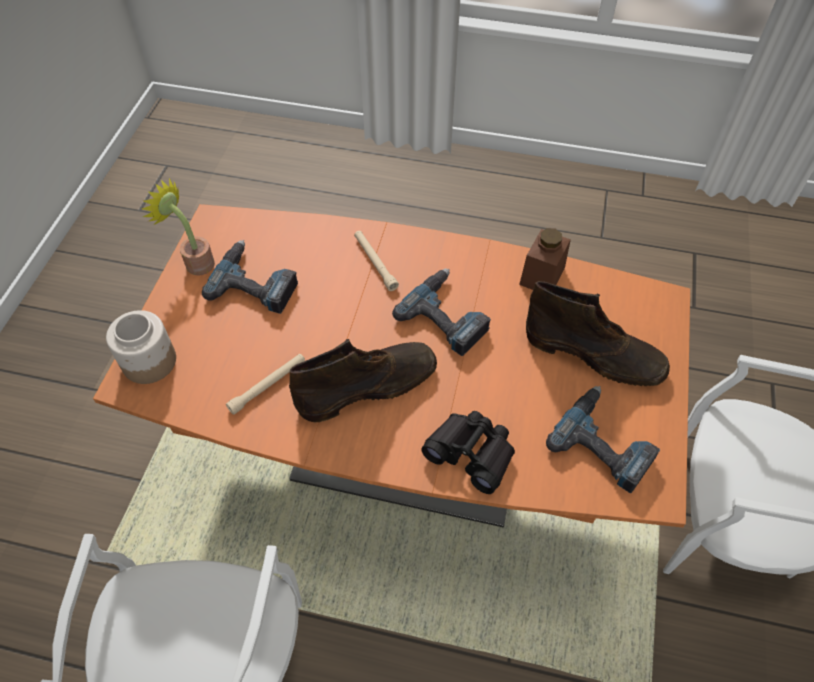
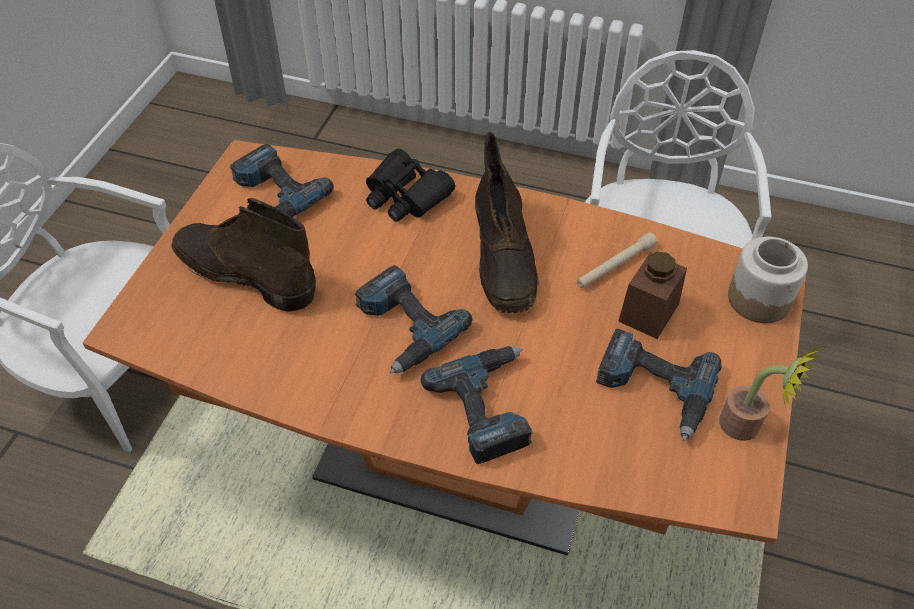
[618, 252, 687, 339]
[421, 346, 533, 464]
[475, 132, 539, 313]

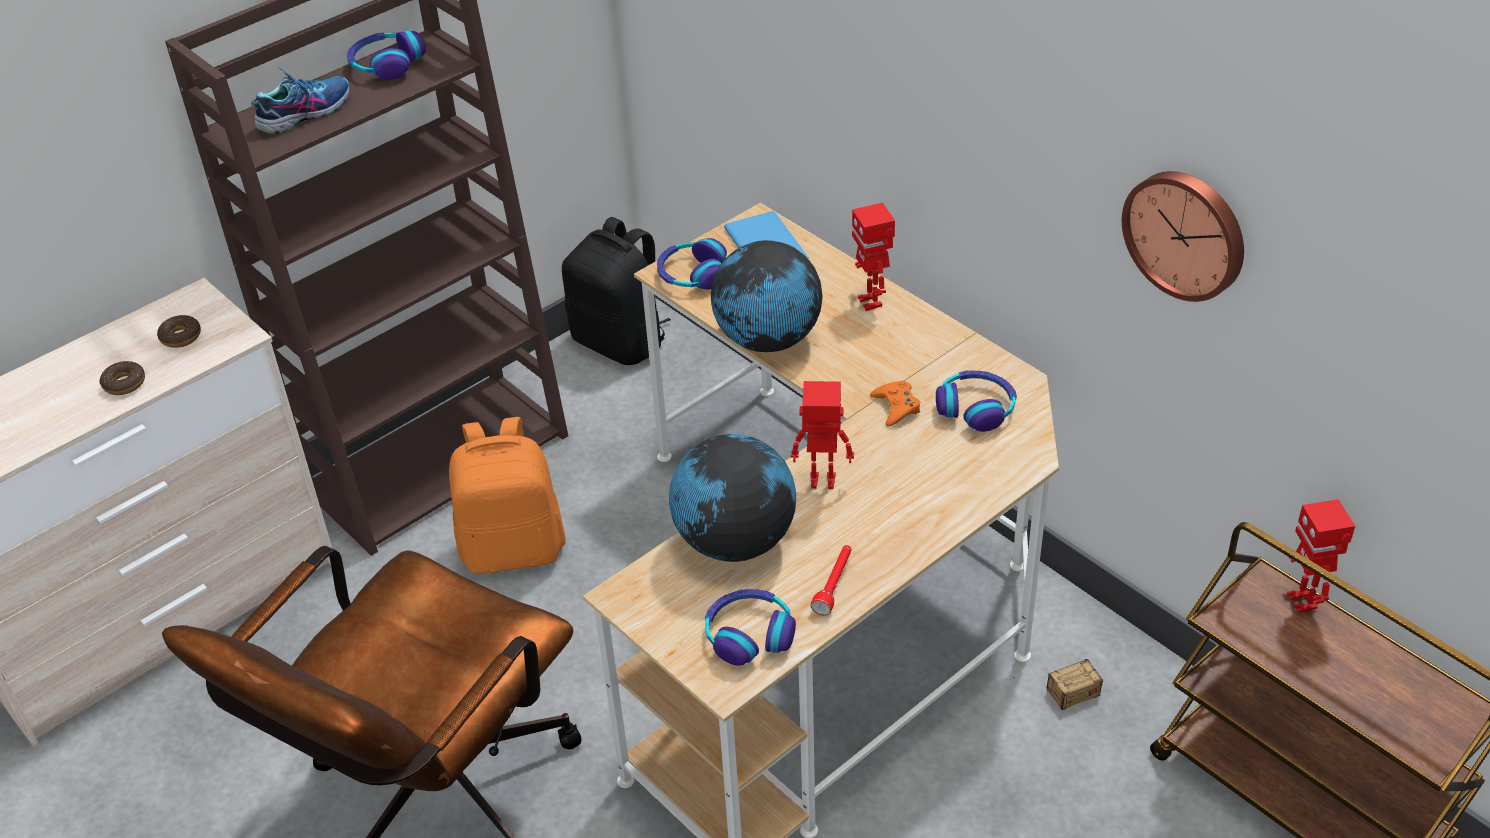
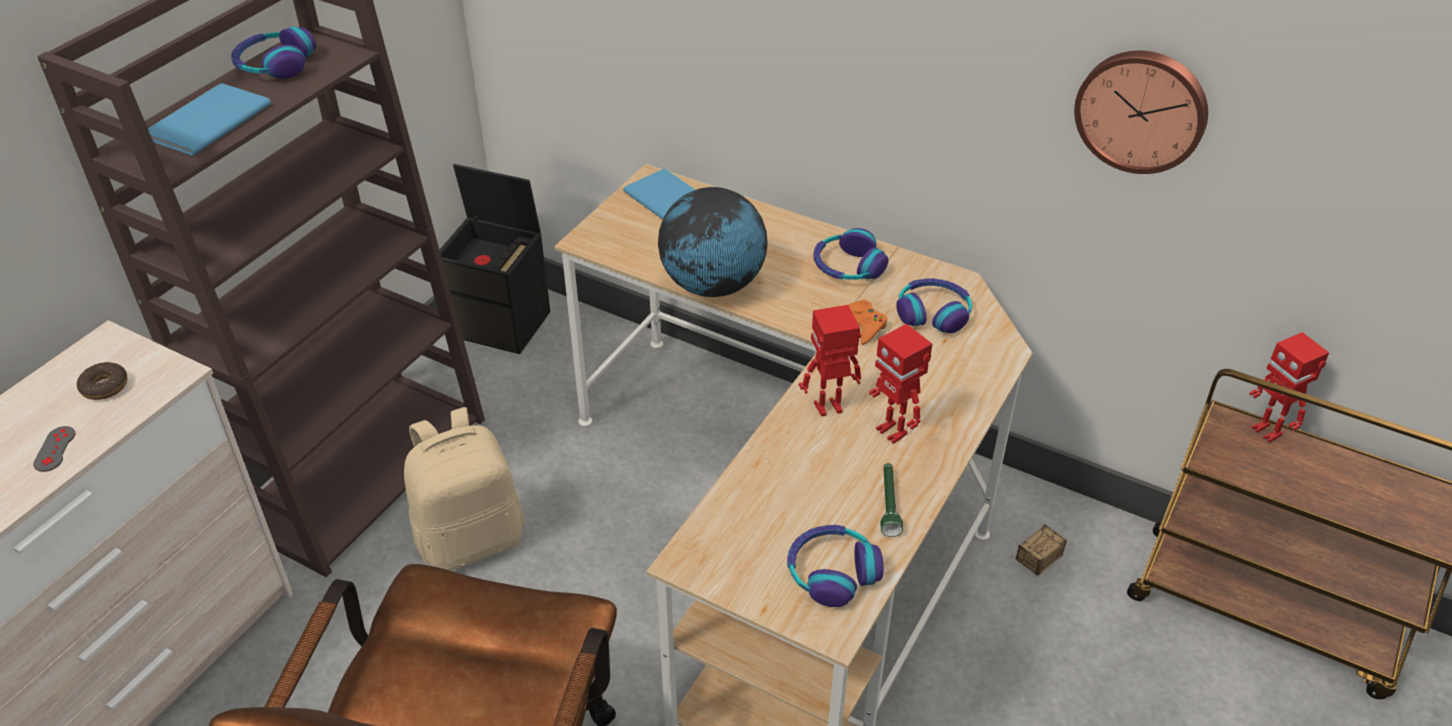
[148, 83, 271, 156]
[869, 324, 932, 444]
[440, 164, 551, 354]
[813, 228, 888, 280]
[33, 426, 75, 472]
[404, 407, 524, 571]
[669, 434, 796, 562] (first image)
[880, 463, 903, 537]

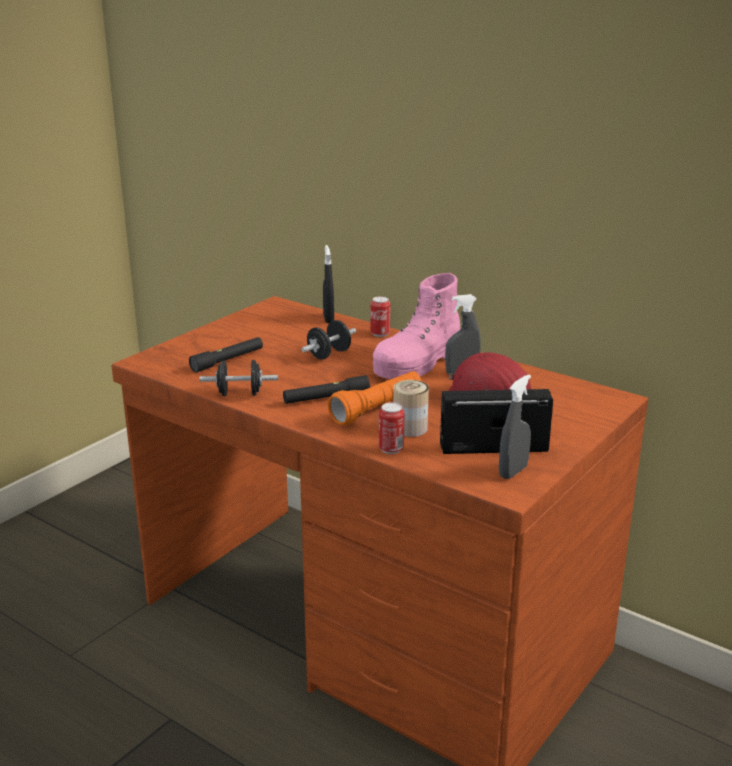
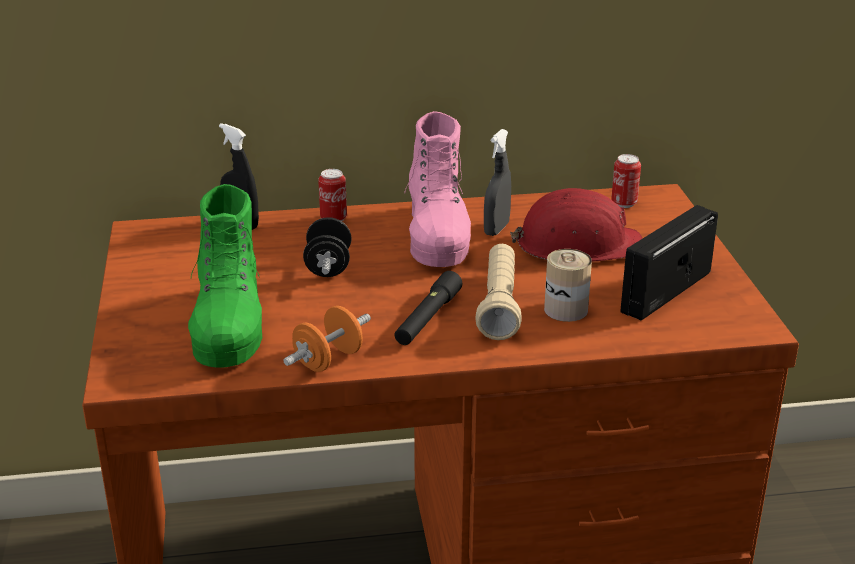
[188, 184, 262, 368]
[283, 306, 371, 372]
[475, 244, 522, 340]
[499, 374, 531, 479] (first image)
[611, 154, 641, 208]

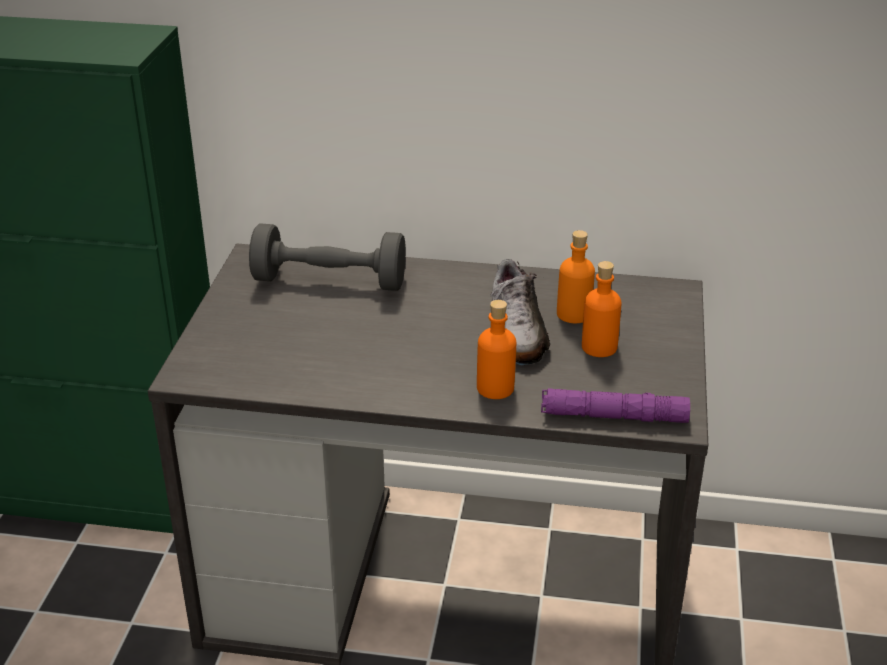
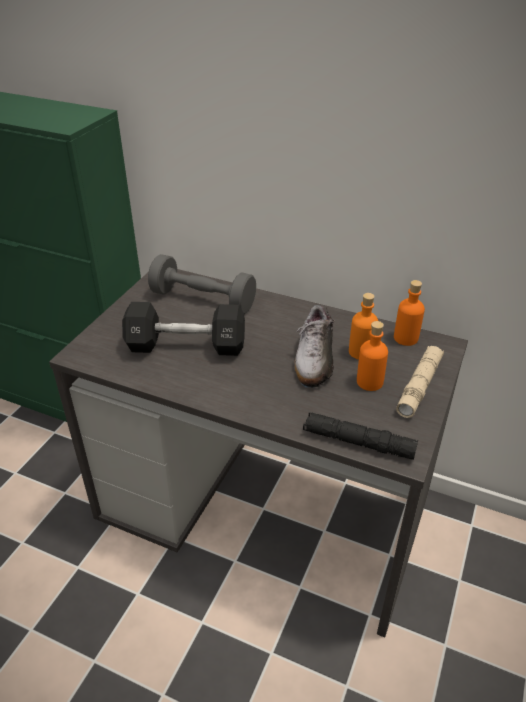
[394, 280, 425, 346]
[303, 412, 418, 460]
[122, 302, 245, 356]
[396, 346, 444, 418]

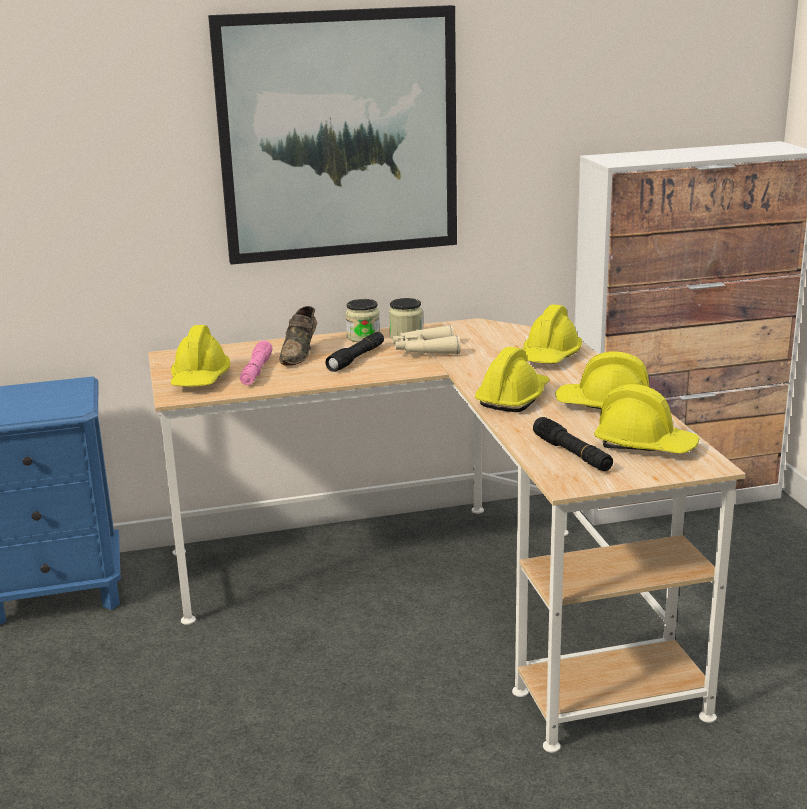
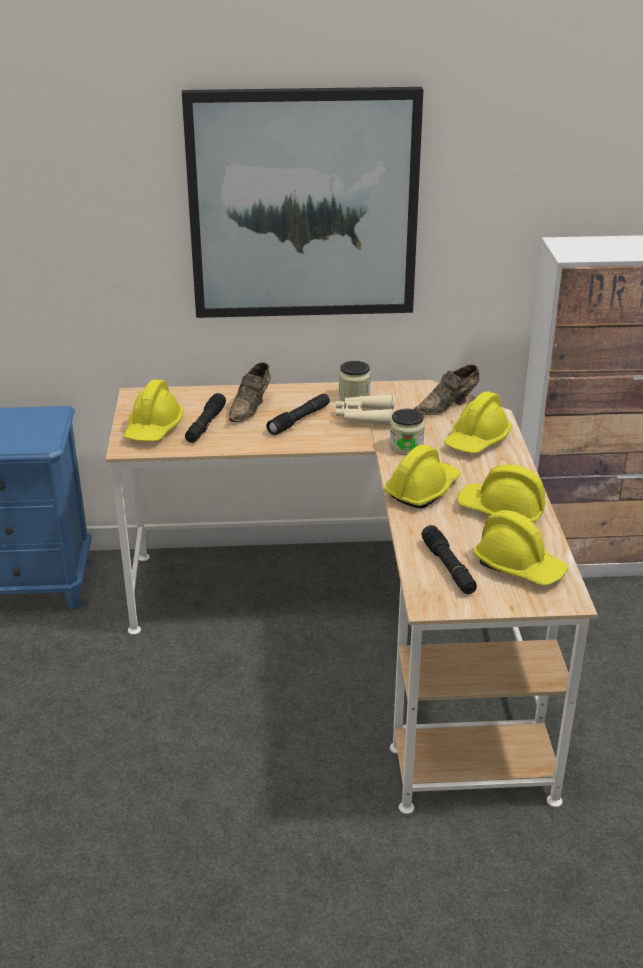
[389, 409, 425, 455]
[185, 393, 226, 443]
[414, 365, 479, 415]

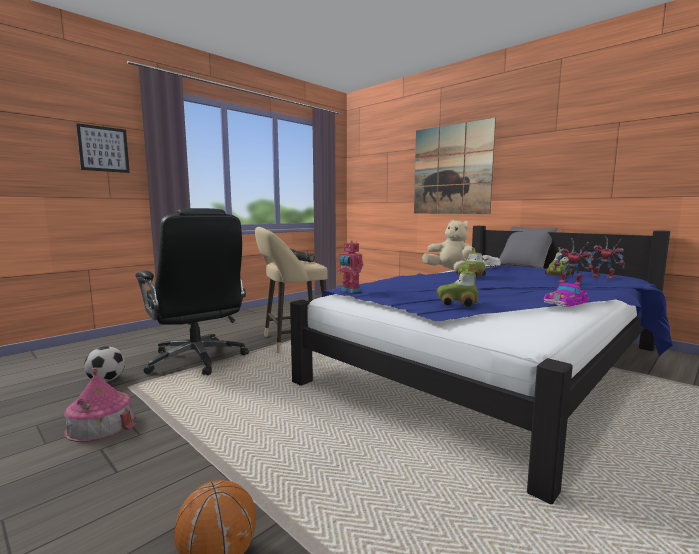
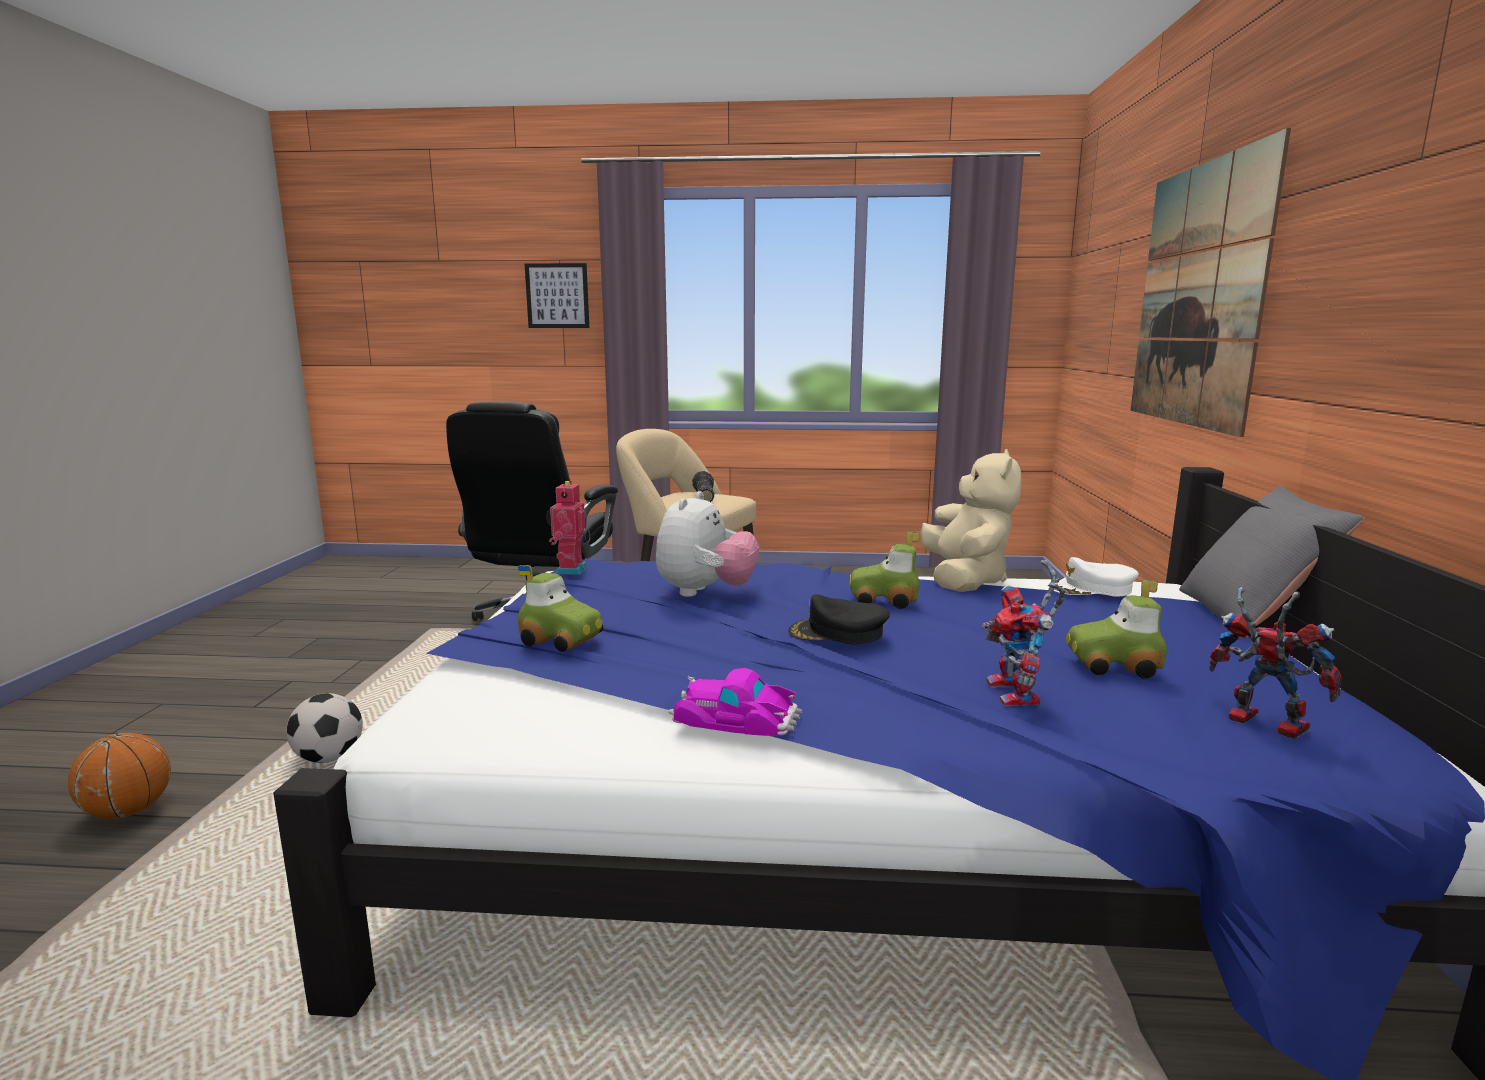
[1210, 587, 1342, 739]
[518, 565, 603, 652]
[286, 693, 363, 763]
[64, 368, 137, 442] (first image)
[656, 491, 759, 597]
[788, 594, 890, 645]

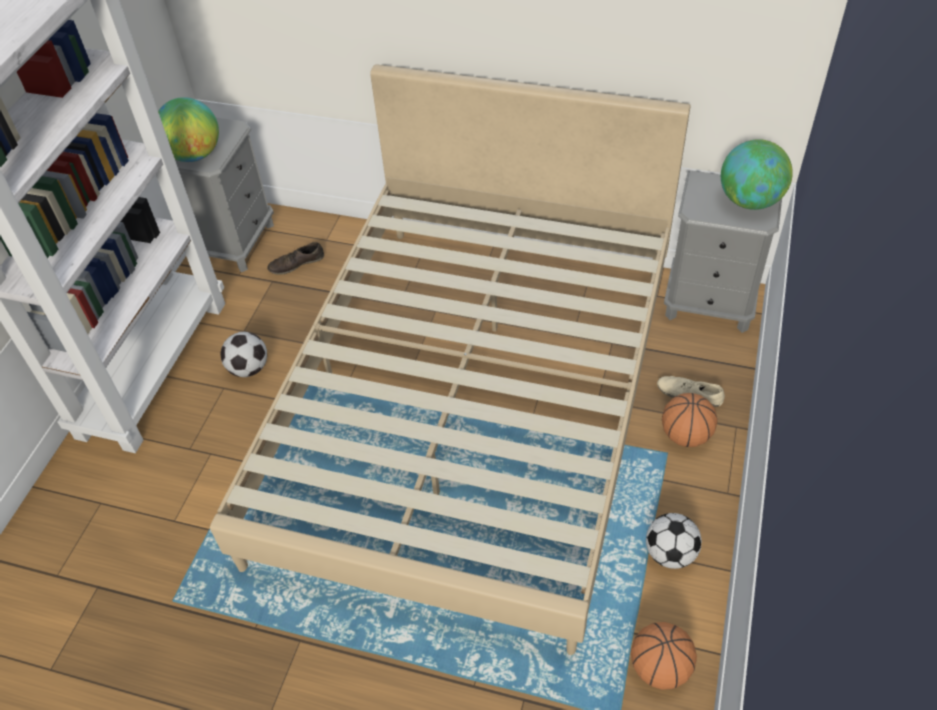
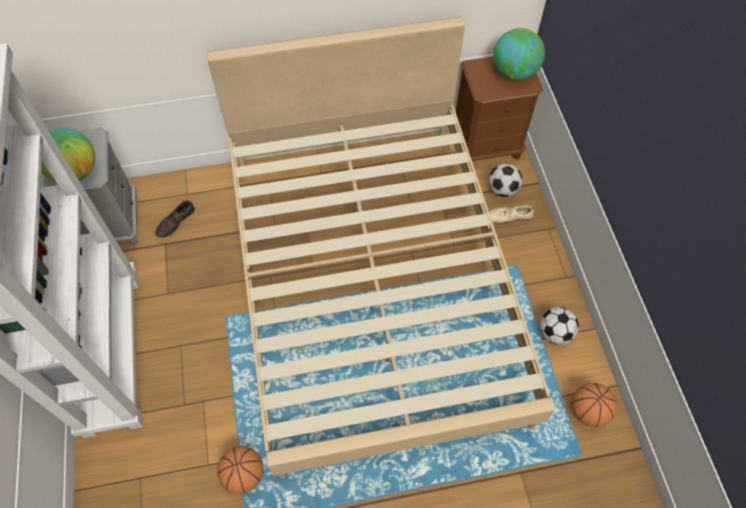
[456, 57, 543, 161]
[489, 163, 522, 197]
[217, 446, 263, 494]

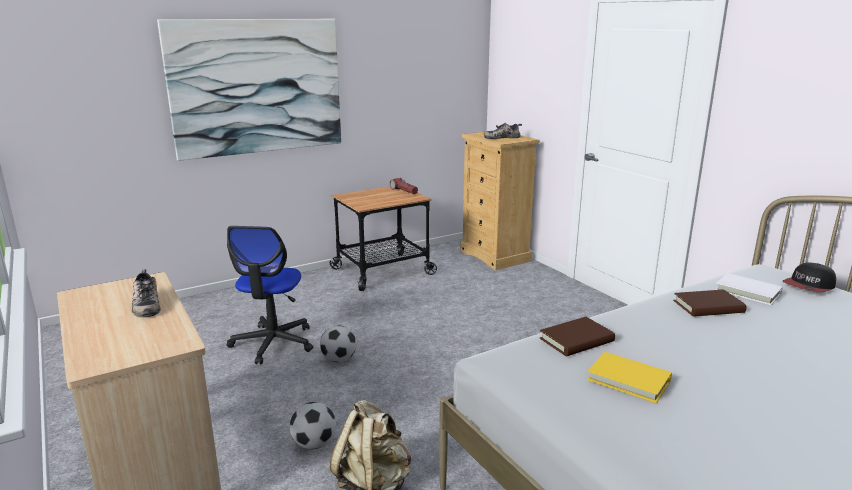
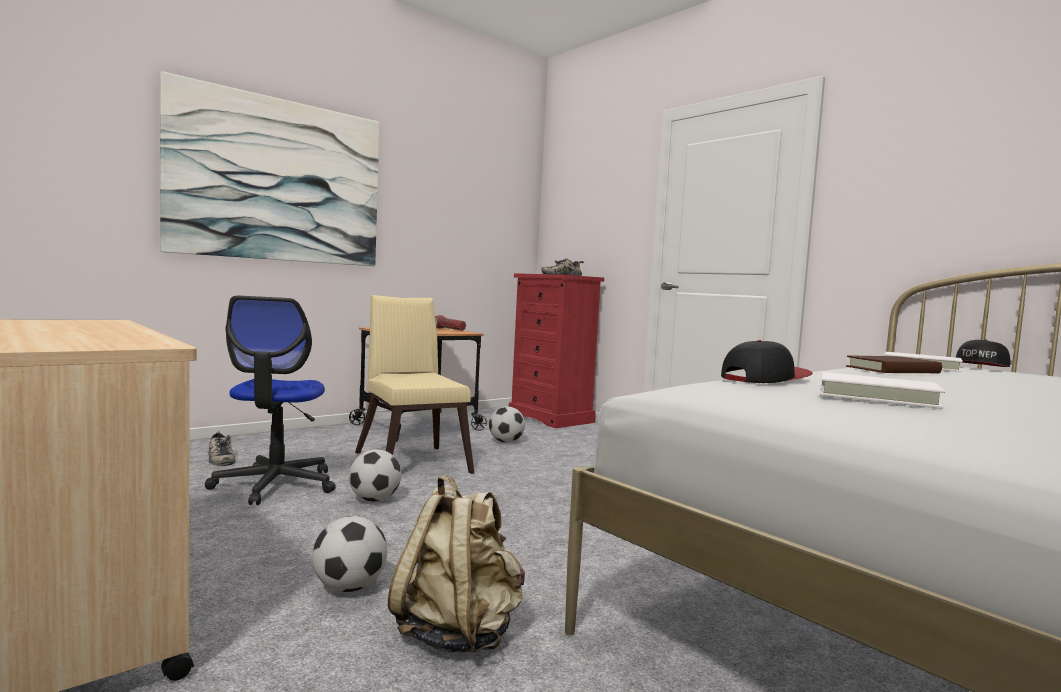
[509, 273, 604, 428]
[208, 431, 235, 466]
[721, 340, 812, 383]
[820, 372, 945, 409]
[355, 295, 474, 474]
[489, 406, 525, 443]

